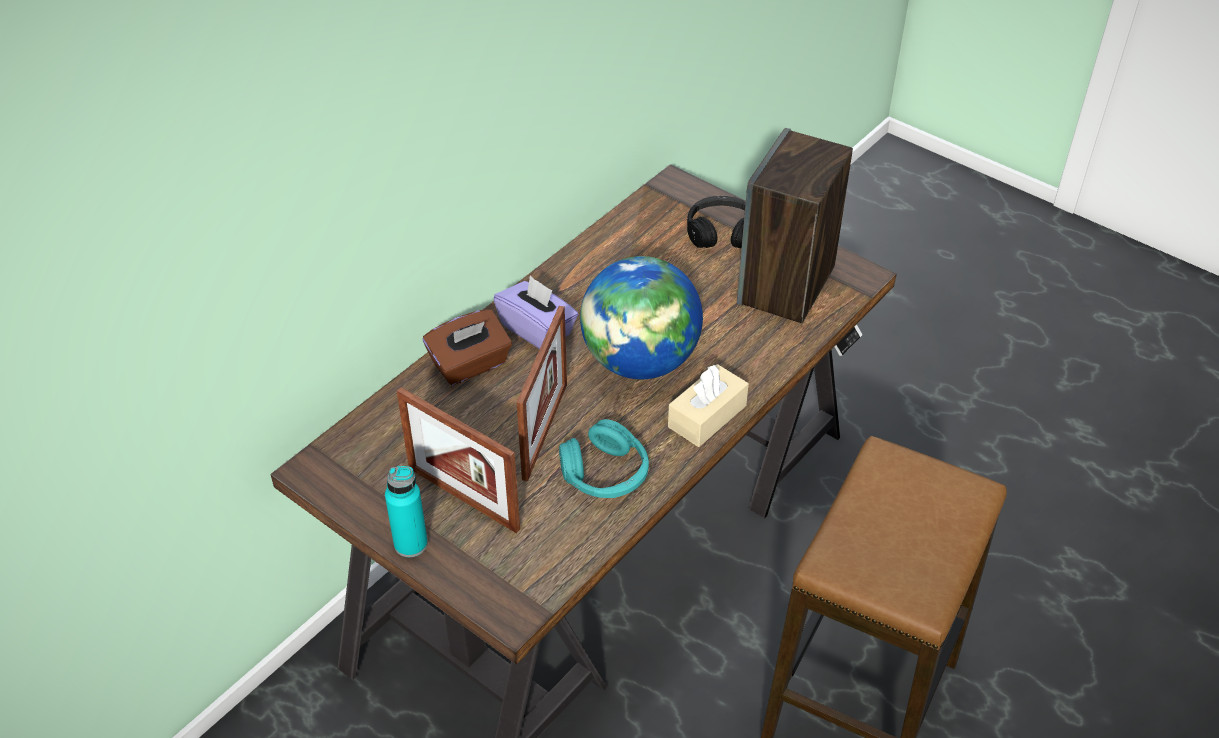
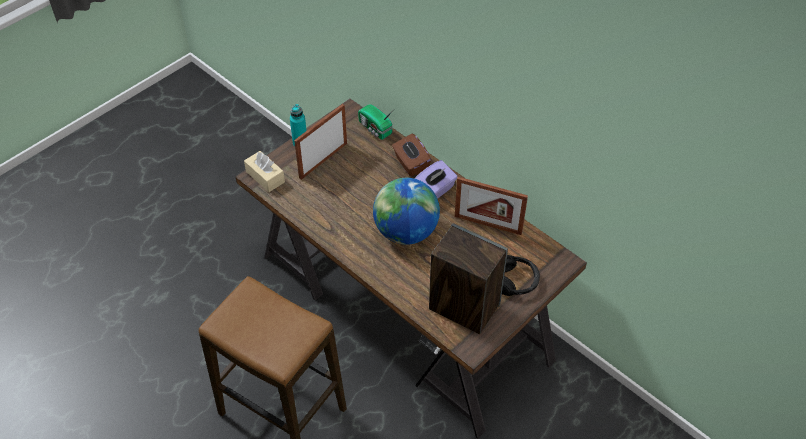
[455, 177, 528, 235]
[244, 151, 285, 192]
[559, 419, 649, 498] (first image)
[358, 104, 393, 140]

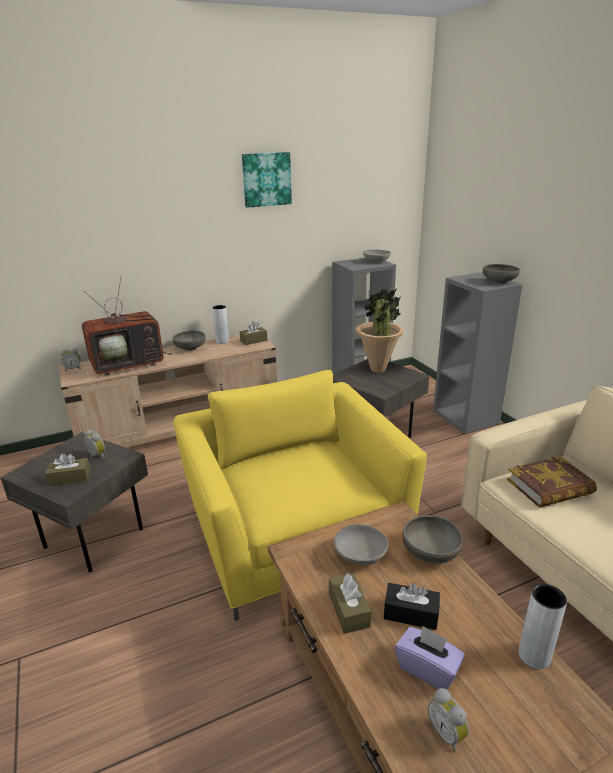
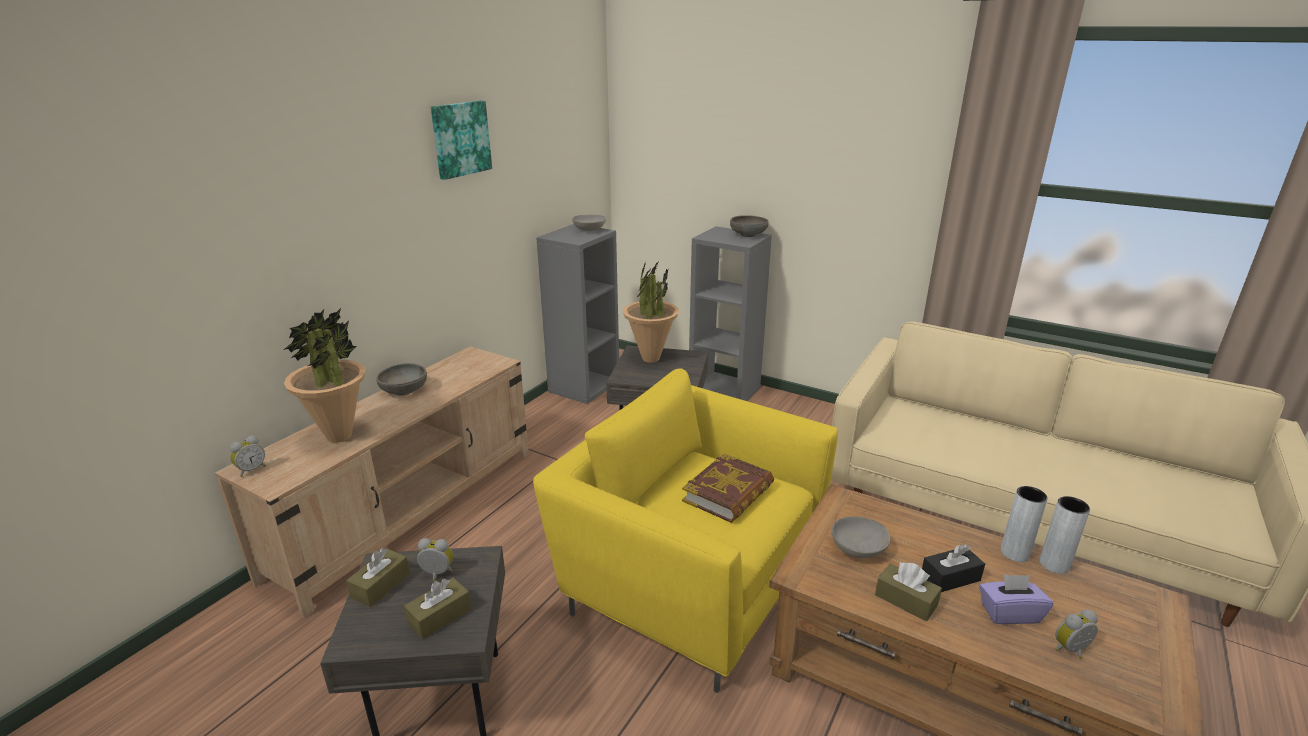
[284, 308, 365, 443]
[1000, 486, 1048, 562]
[346, 548, 410, 607]
[682, 453, 774, 523]
[403, 515, 463, 563] (first image)
[1055, 609, 1098, 659]

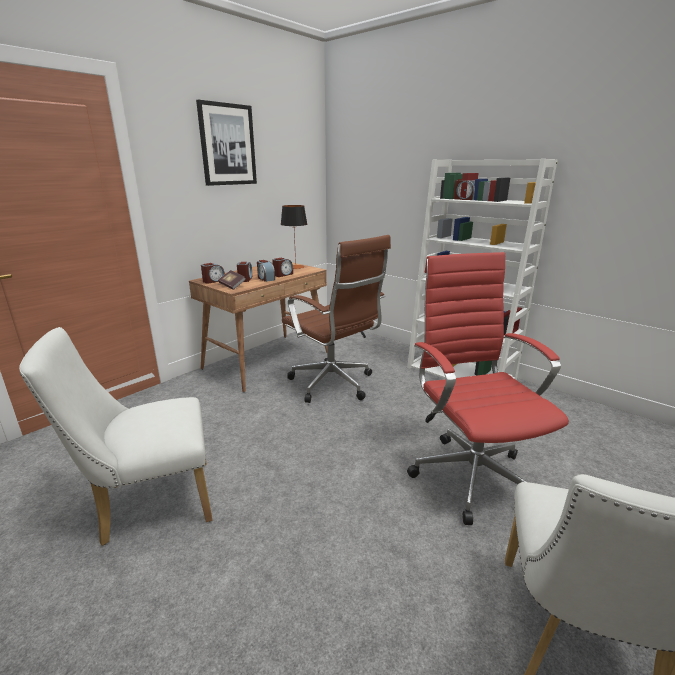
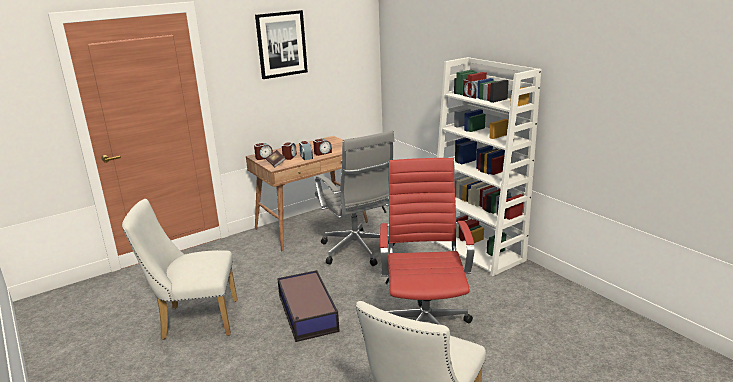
[281, 205, 307, 269] (first image)
[315, 130, 395, 266]
[277, 270, 340, 342]

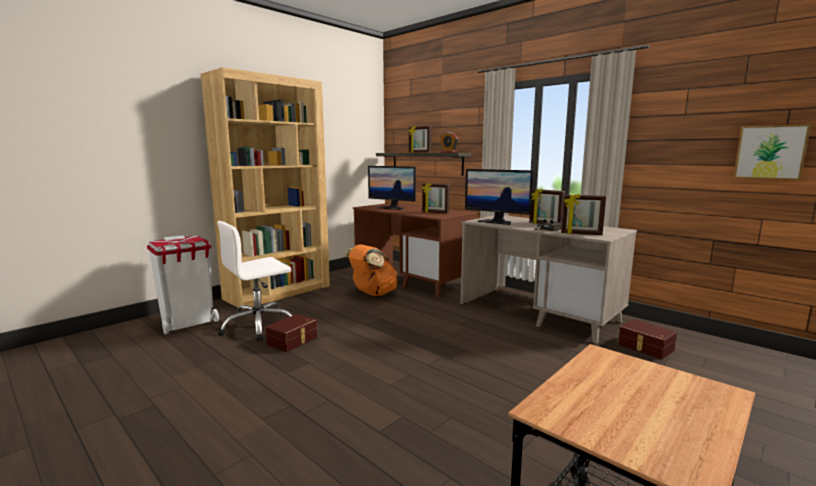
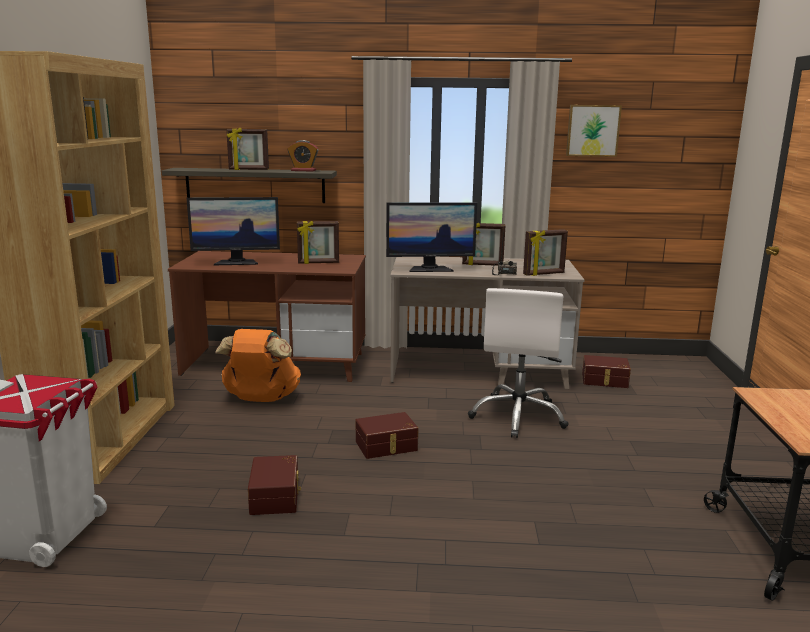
[566, 105, 622, 157]
[468, 288, 569, 438]
[356, 412, 418, 459]

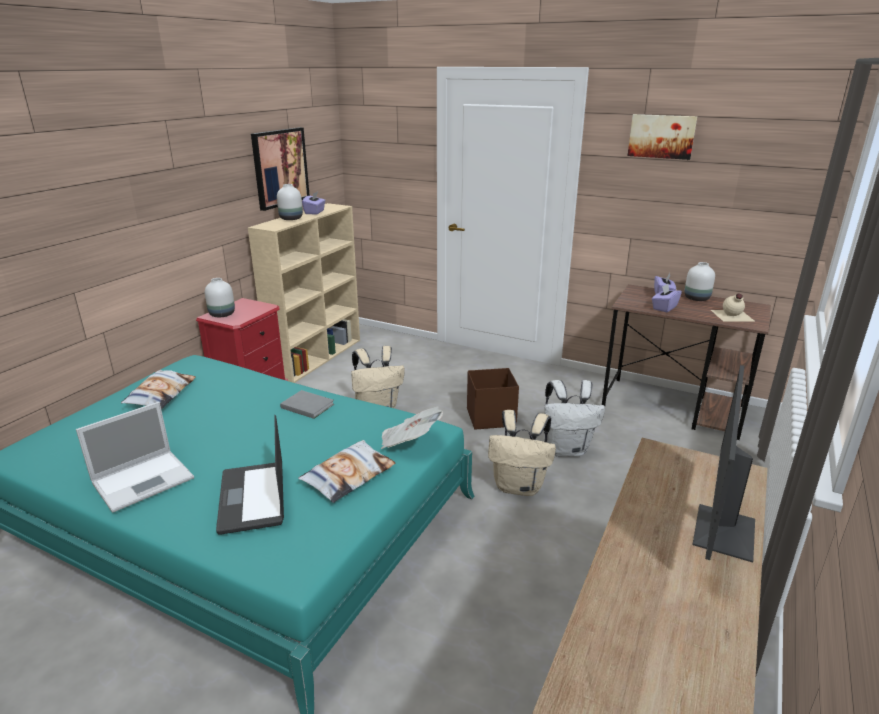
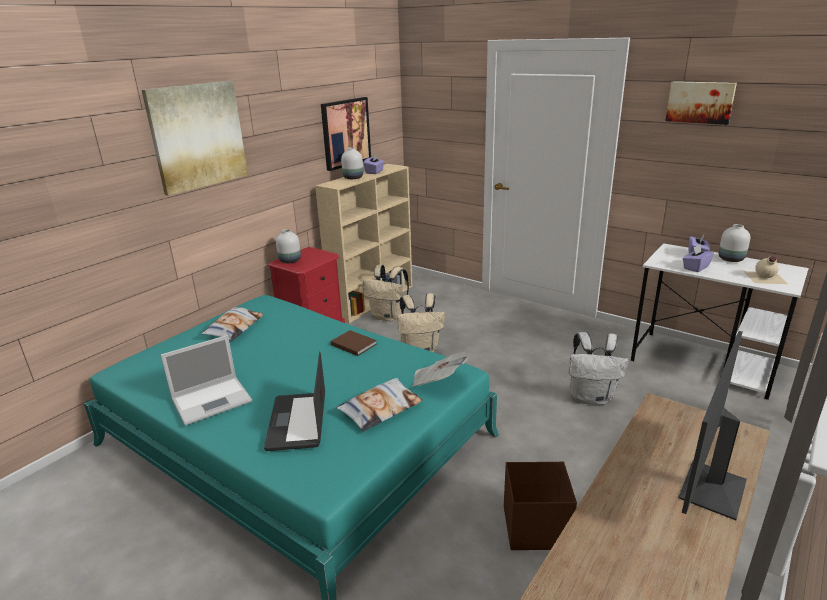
[631, 243, 809, 400]
[504, 462, 577, 550]
[331, 330, 377, 356]
[363, 264, 409, 321]
[142, 81, 248, 196]

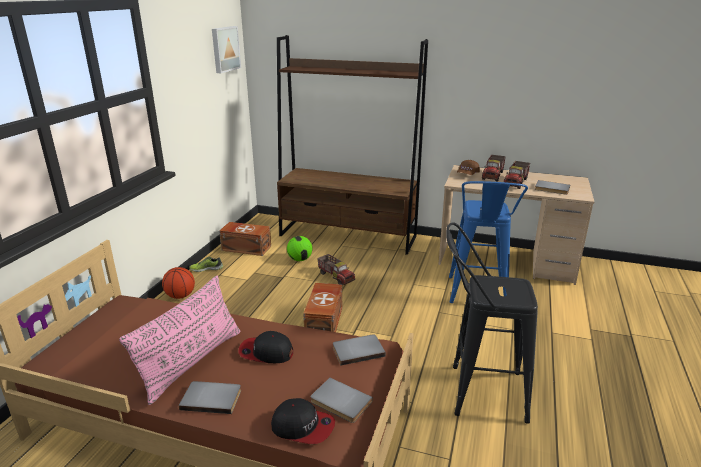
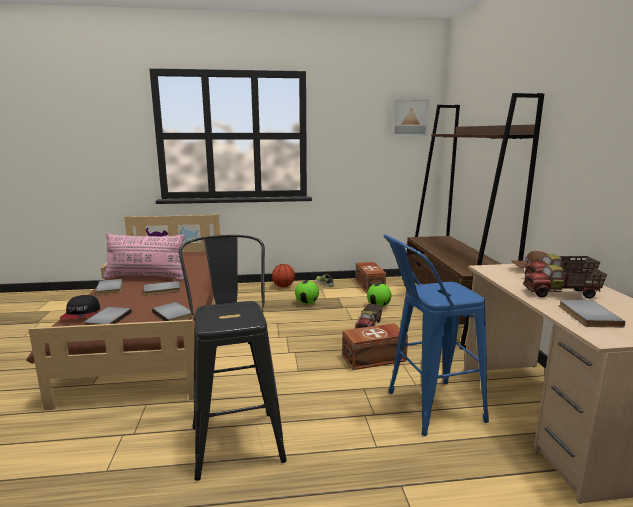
[342, 323, 408, 370]
[144, 281, 180, 296]
[295, 280, 319, 304]

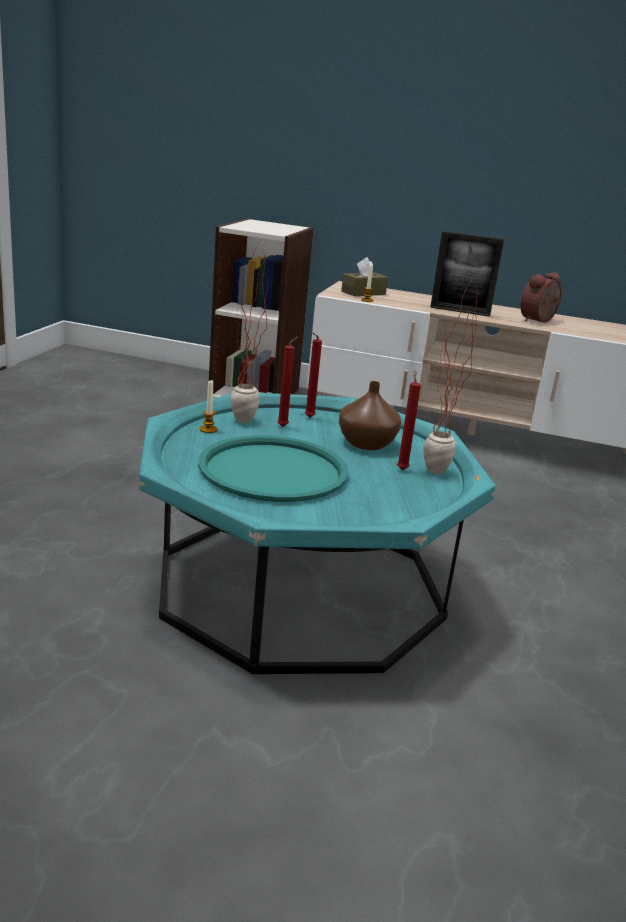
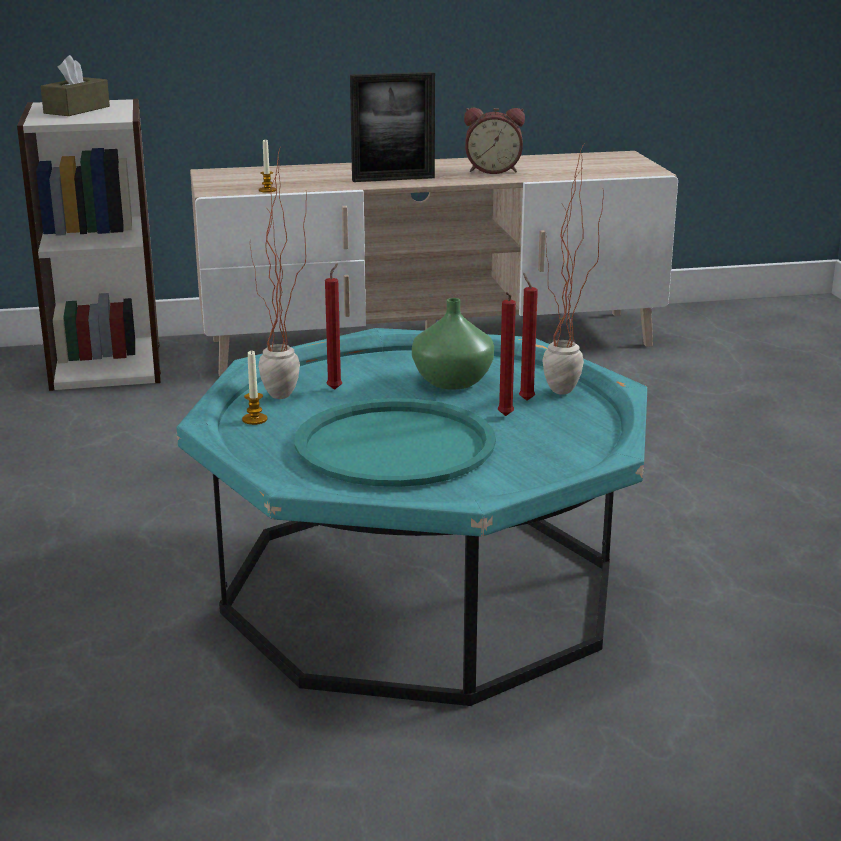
[40, 55, 110, 116]
[464, 108, 525, 174]
[498, 292, 516, 416]
[412, 298, 494, 390]

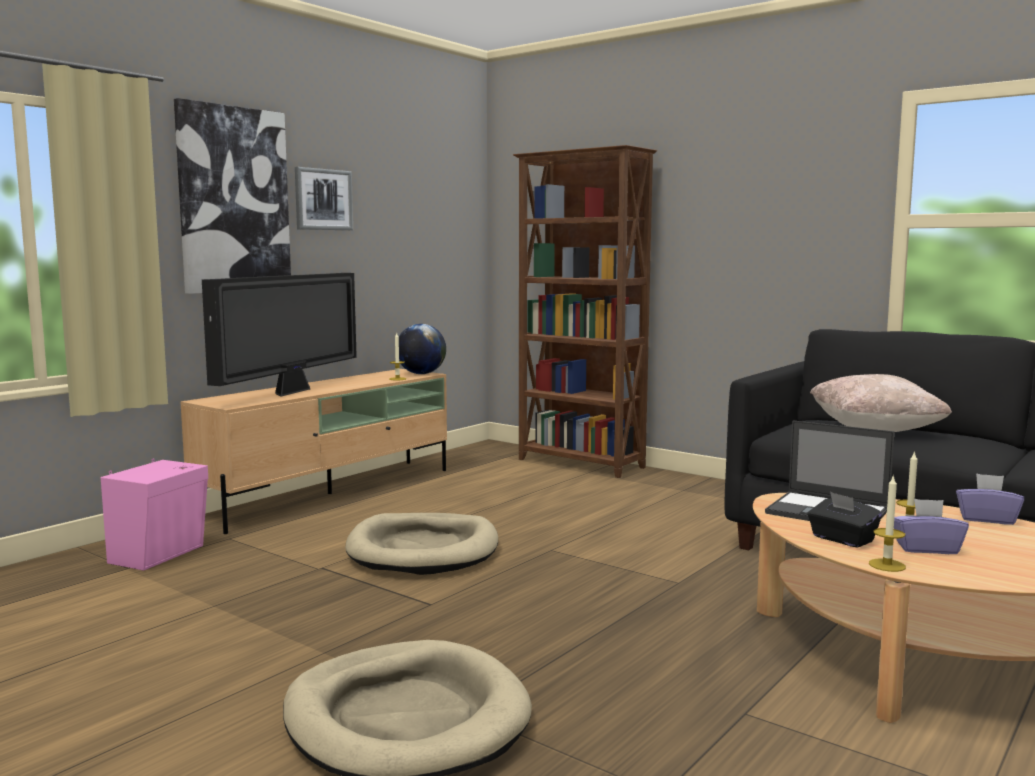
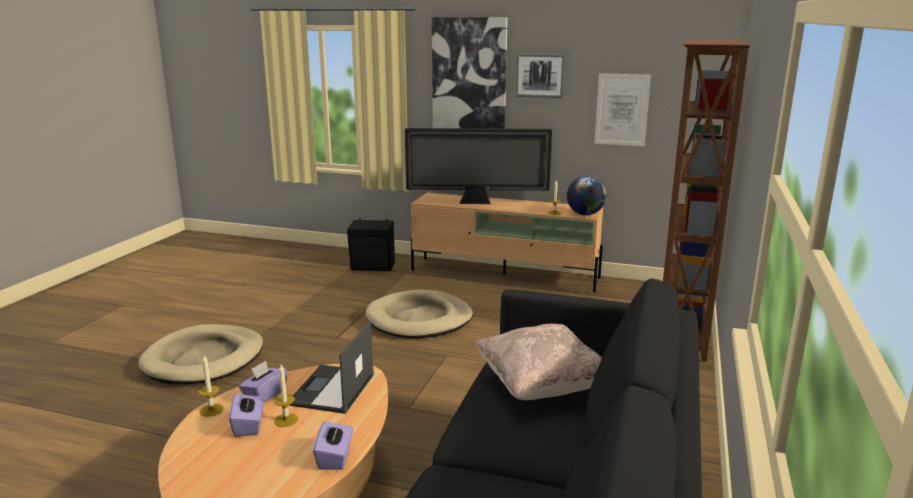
[347, 218, 395, 271]
[239, 361, 288, 403]
[594, 73, 651, 146]

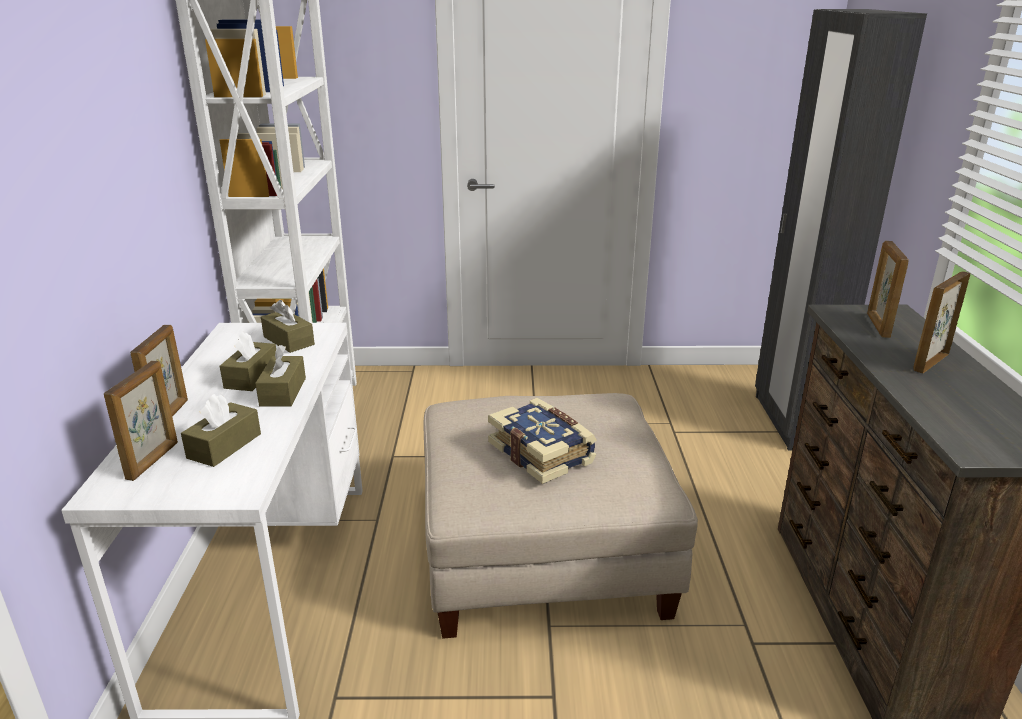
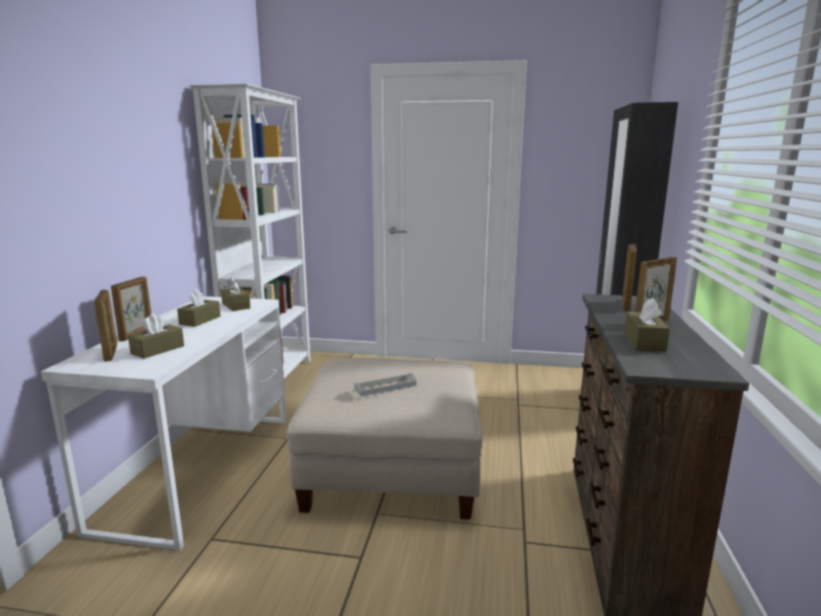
[625, 298, 670, 352]
[94, 290, 117, 362]
[354, 373, 416, 396]

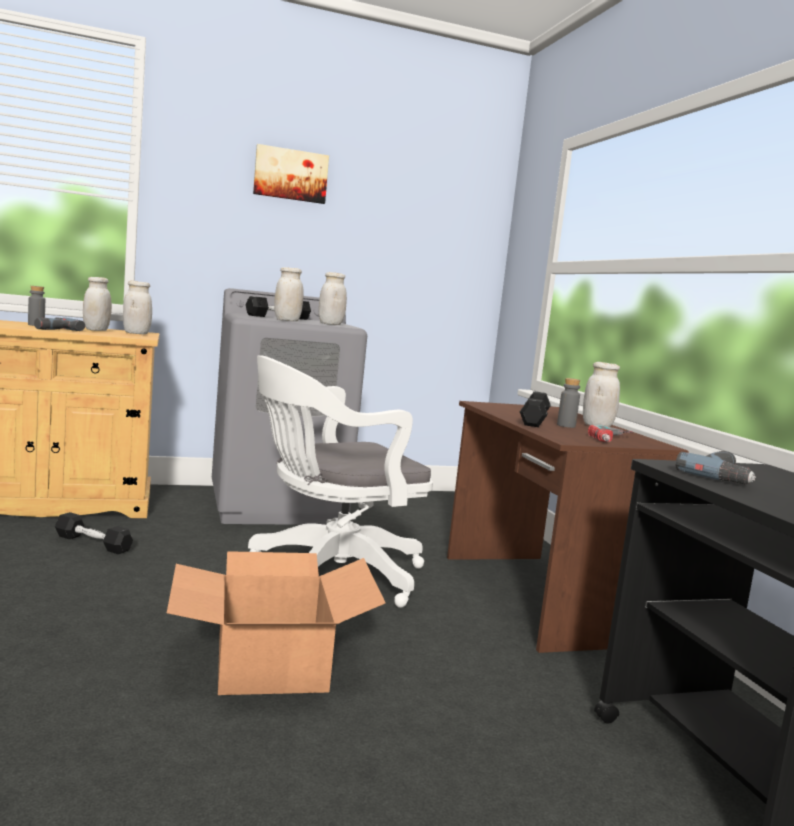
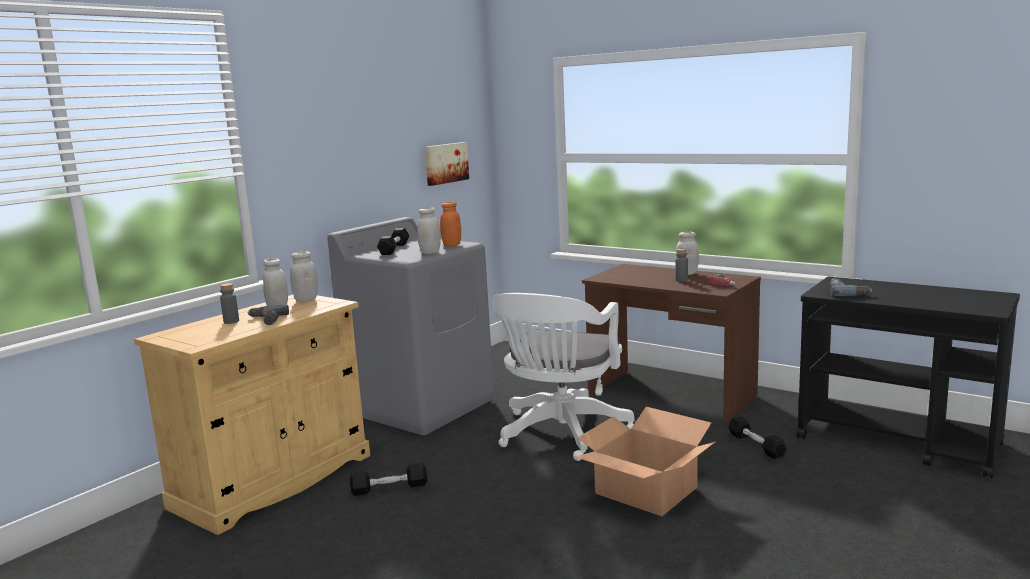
[425, 142, 469, 186]
[440, 202, 461, 247]
[728, 416, 786, 459]

